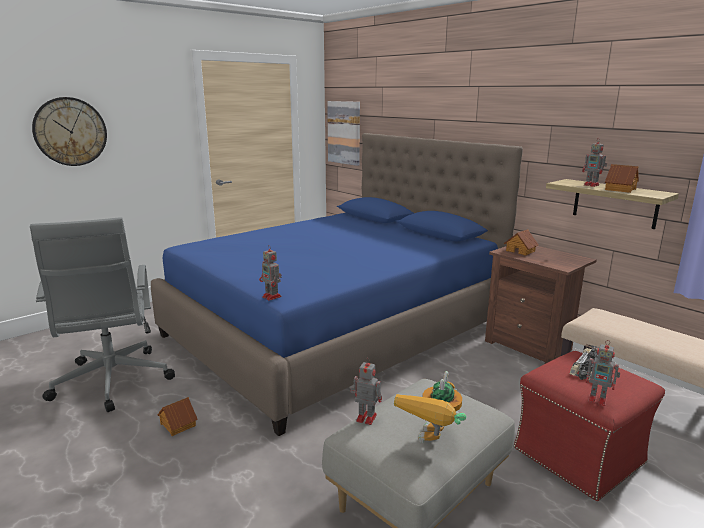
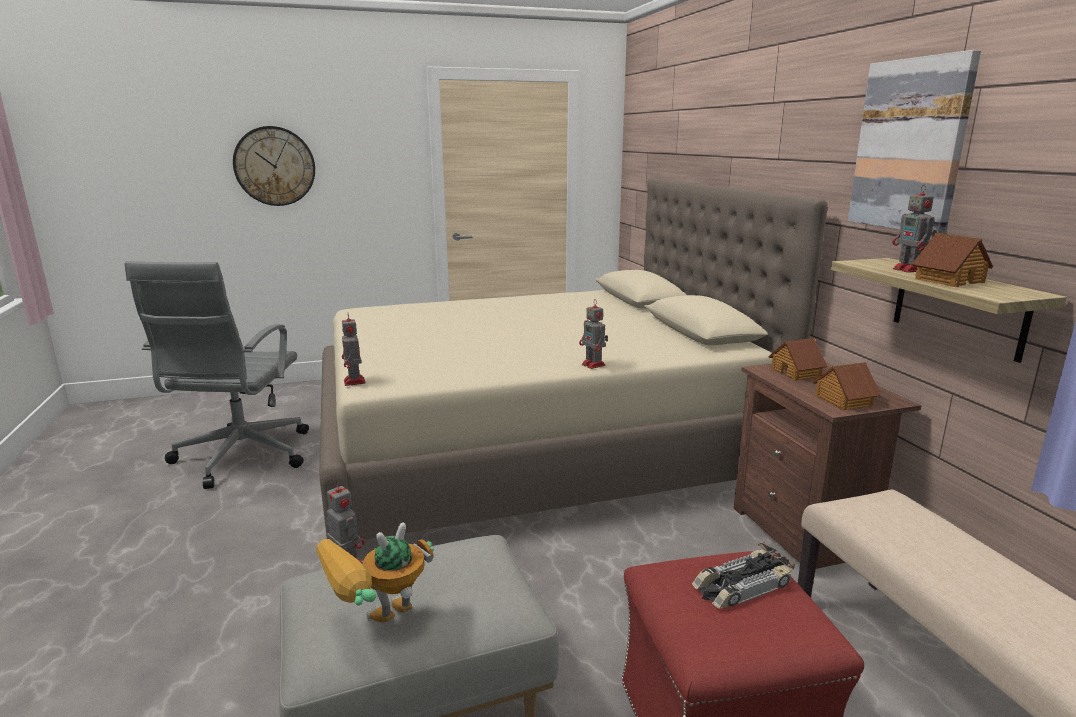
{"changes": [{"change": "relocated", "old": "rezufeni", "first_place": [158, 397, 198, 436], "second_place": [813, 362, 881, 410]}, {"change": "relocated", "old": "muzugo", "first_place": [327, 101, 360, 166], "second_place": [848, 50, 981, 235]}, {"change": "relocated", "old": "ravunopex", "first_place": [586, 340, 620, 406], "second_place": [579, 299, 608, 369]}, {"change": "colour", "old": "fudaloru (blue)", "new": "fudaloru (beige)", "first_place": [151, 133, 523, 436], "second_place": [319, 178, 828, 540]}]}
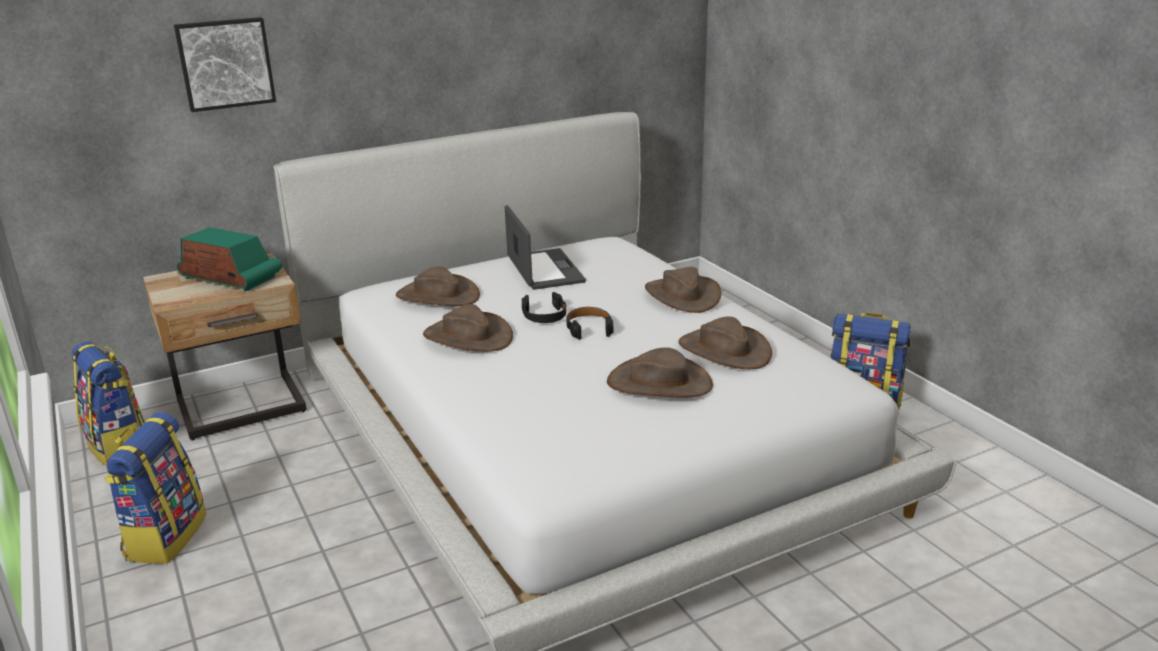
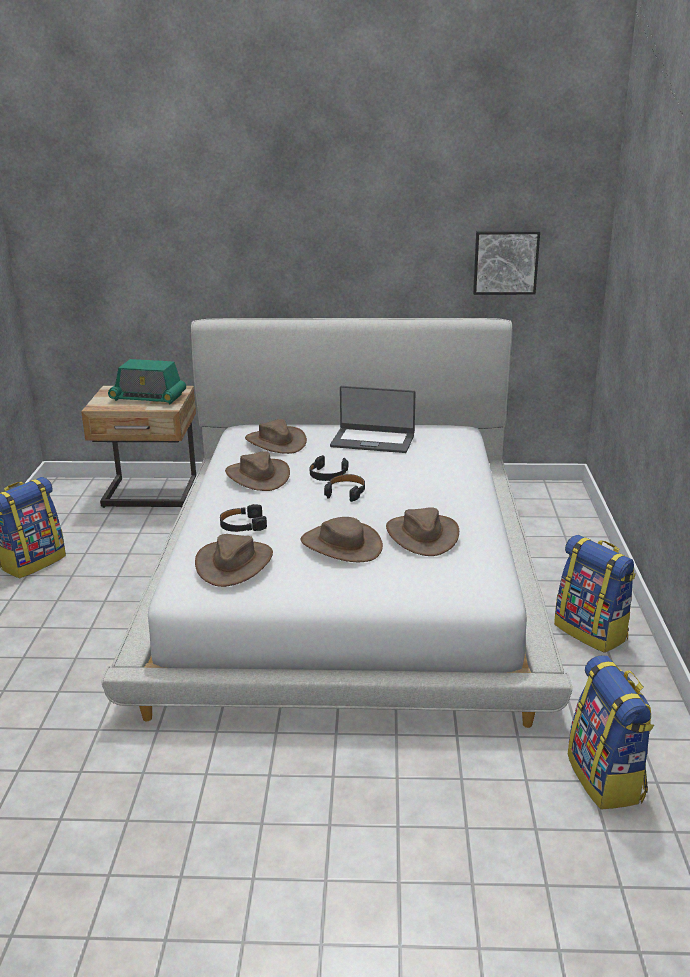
{"changes": [{"change": "appeared", "new": "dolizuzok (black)", "second_place": [220, 504, 267, 532]}, {"change": "relocated", "old": "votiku", "first_place": [71, 341, 145, 466], "second_place": [568, 655, 654, 809]}, {"change": "relocated", "old": "muzugo", "first_place": [174, 17, 276, 112], "second_place": [473, 231, 540, 295]}, {"change": "relocated", "old": "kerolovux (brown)", "first_place": [645, 267, 721, 313], "second_place": [195, 534, 273, 587]}, {"change": "spun", "old": "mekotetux", "first_place": [177, 227, 282, 292], "second_place": [108, 359, 186, 404], "degrees": 135}, {"change": "spun", "old": "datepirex", "first_place": [505, 205, 586, 290], "second_place": [330, 386, 415, 453], "degrees": 90}]}
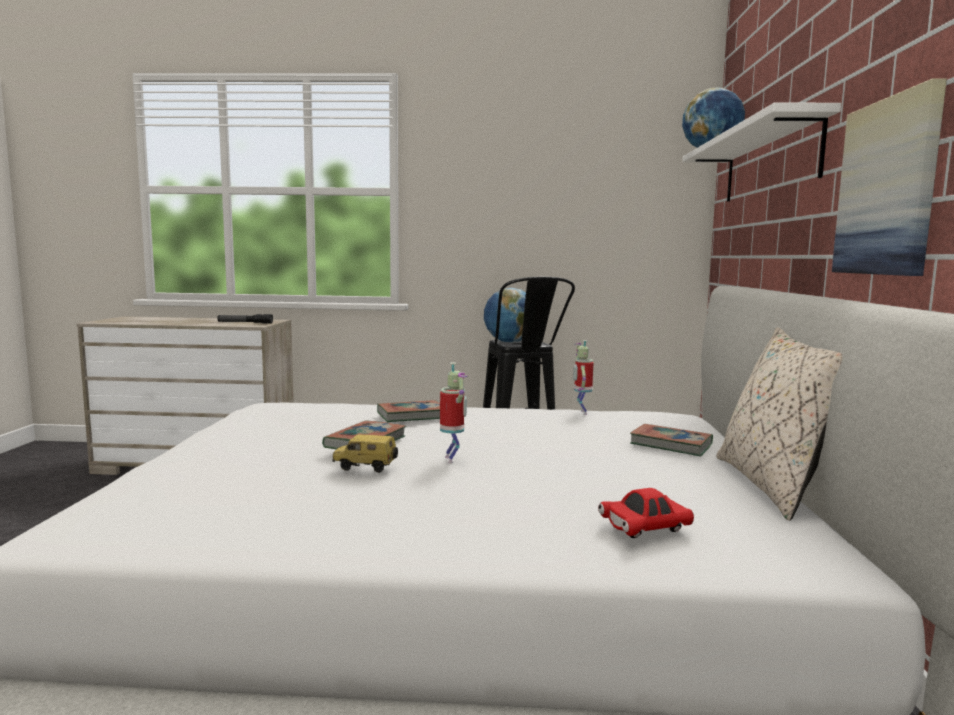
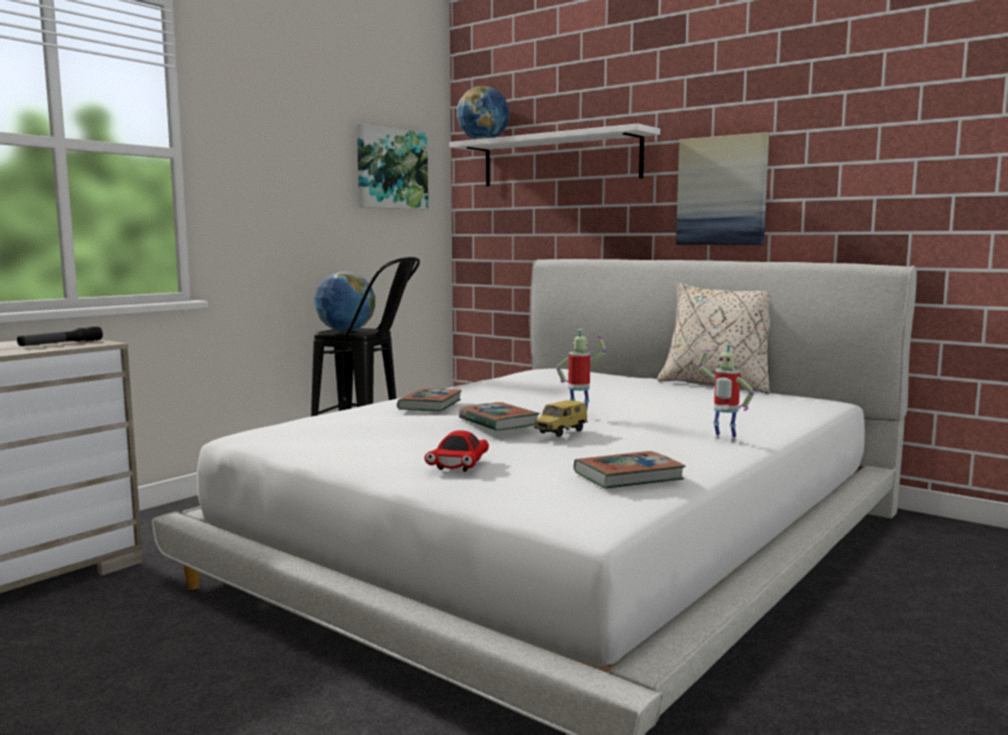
{"changes": [{"change": "appeared", "new": "muzugo", "second_place": [357, 124, 428, 210]}, {"change": "relocated", "old": "ravunopex", "first_place": [573, 340, 594, 415], "second_place": [698, 344, 754, 441]}, {"change": "relocated", "old": "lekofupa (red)", "first_place": [598, 488, 694, 538], "second_place": [424, 430, 489, 472]}, {"change": "relocated", "old": "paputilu", "first_place": [630, 424, 713, 456], "second_place": [574, 451, 686, 489]}]}
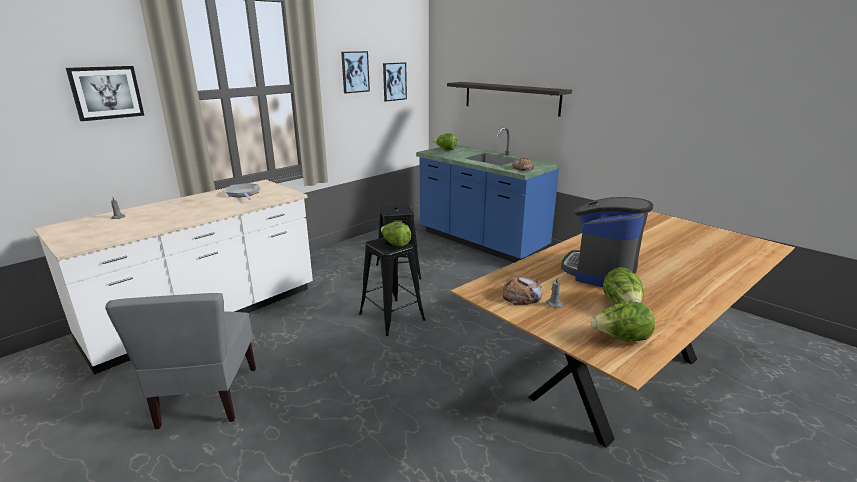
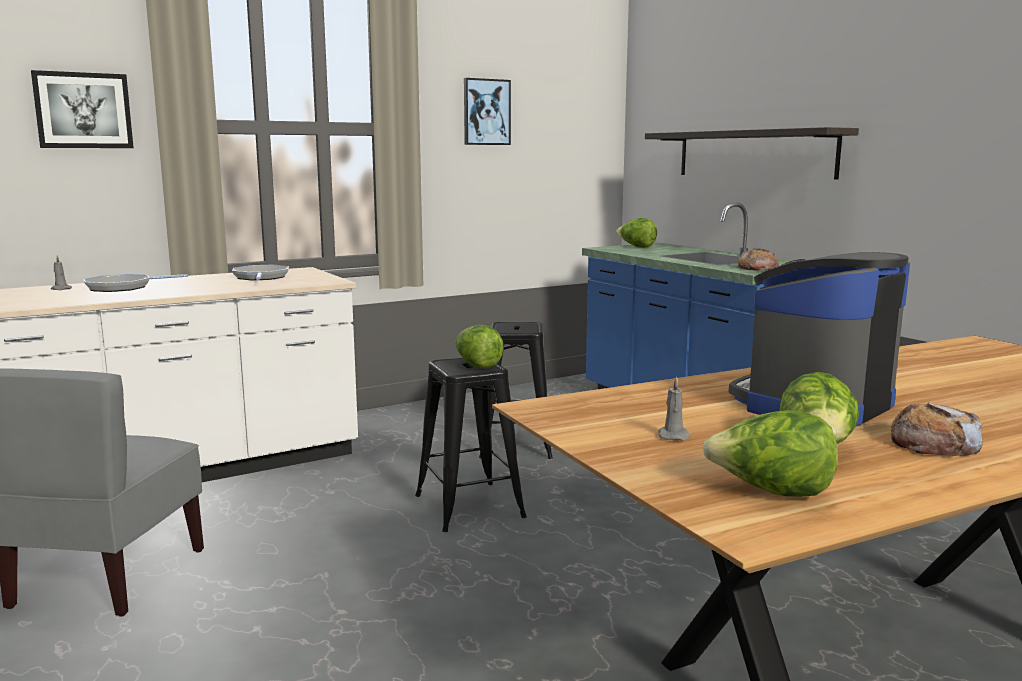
{"changes": [{"change": "missing", "old": "muzugo", "first_place": [383, 62, 407, 101]}, {"change": "appeared", "new": "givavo", "second_place": [83, 274, 188, 292]}, {"change": "relocated", "old": "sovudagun", "first_place": [503, 276, 542, 305], "second_place": [891, 402, 983, 456]}]}
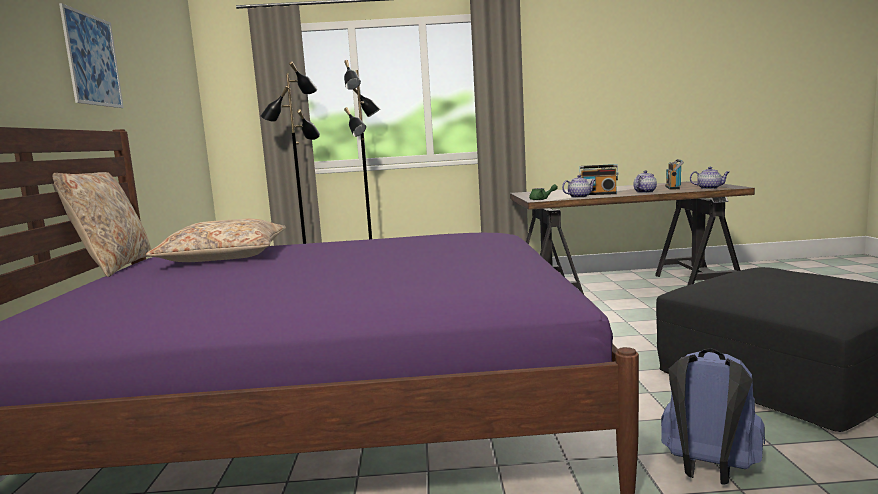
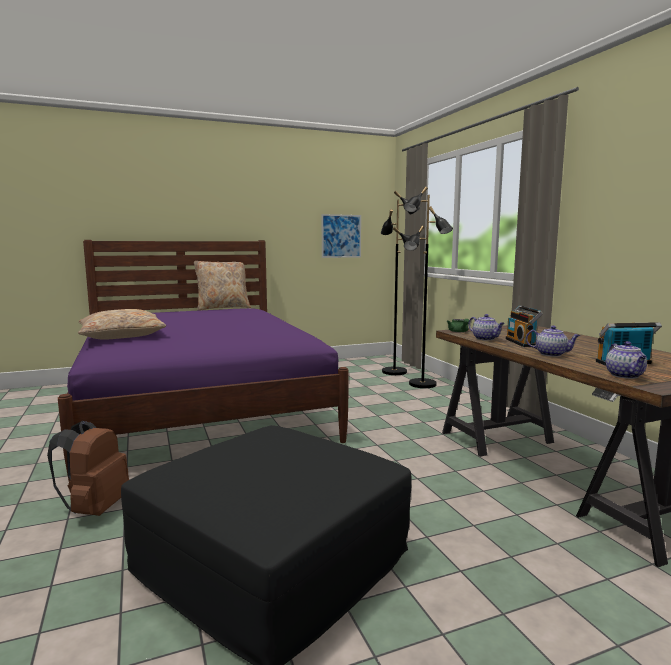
{"changes": [{"change": "relocated", "old": "muzugo", "first_place": [59, 3, 124, 108], "second_place": [322, 214, 361, 258]}, {"change": "relocated", "old": "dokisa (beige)", "first_place": [146, 219, 286, 262], "second_place": [78, 309, 166, 339]}, {"change": "colour", "old": "votiku (blue)", "new": "votiku (brown)", "first_place": [661, 348, 765, 485], "second_place": [47, 421, 129, 516]}]}
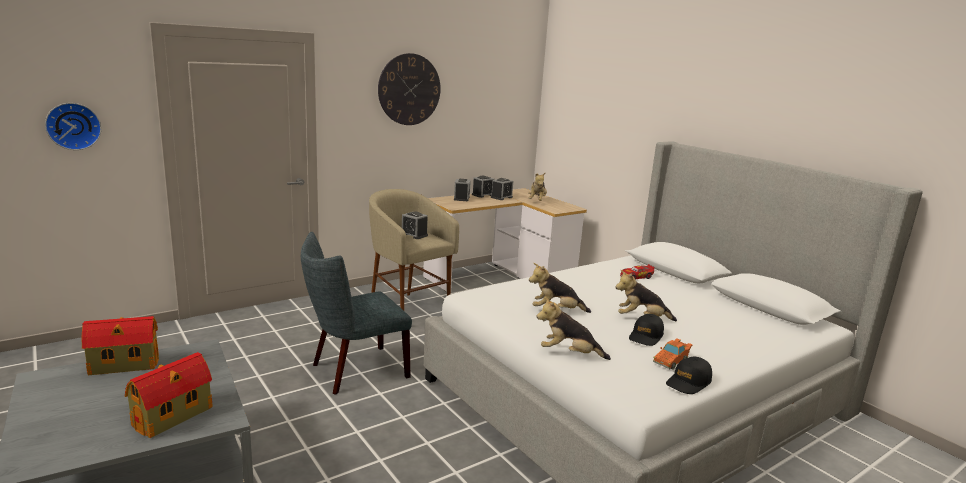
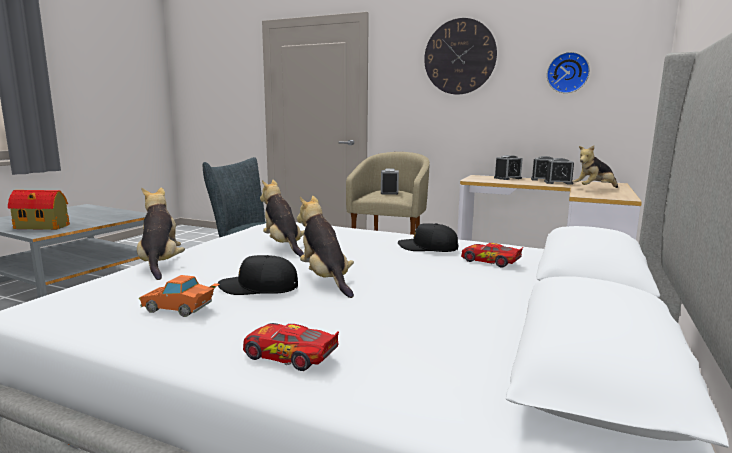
{"changes": [{"change": "missing", "old": "rezufeni", "first_place": [82, 316, 159, 375]}, {"change": "appeared", "new": "lekofupa", "second_place": [243, 323, 339, 371]}, {"change": "relocated", "old": "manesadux", "first_place": [45, 103, 102, 150], "second_place": [547, 52, 590, 93]}, {"change": "relocated", "old": "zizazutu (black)", "first_place": [666, 357, 712, 394], "second_place": [398, 223, 458, 252]}]}
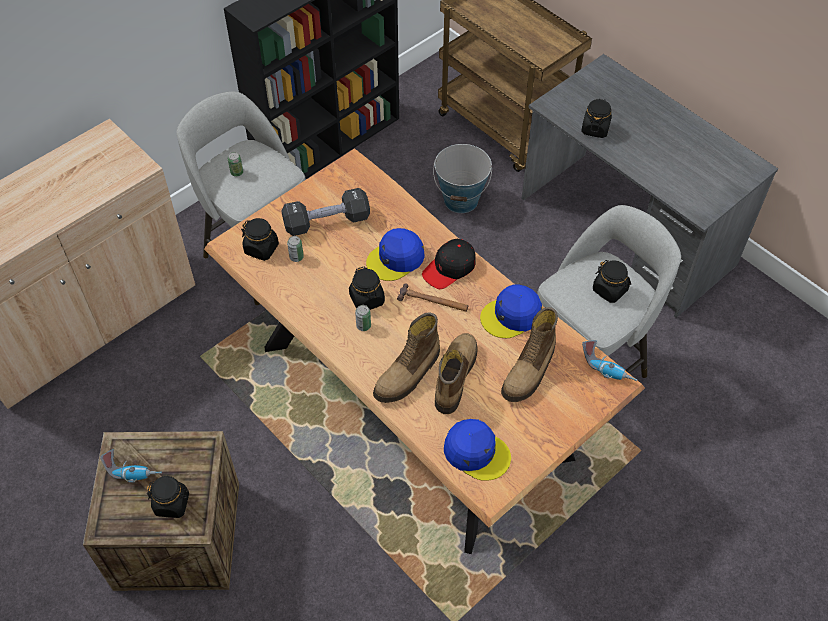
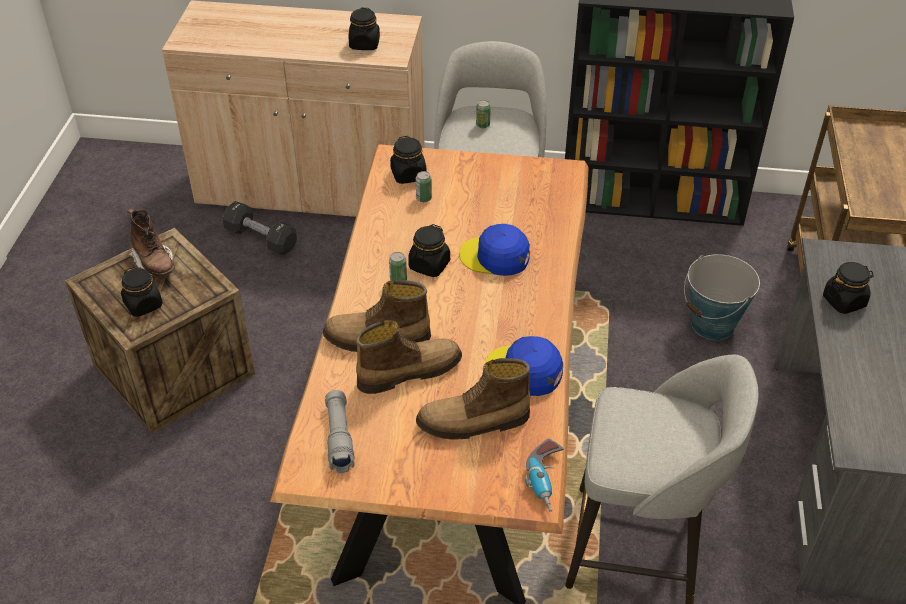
{"changes": [{"change": "missing", "old": "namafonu", "first_place": [397, 283, 468, 312]}, {"change": "missing", "old": "zizazutu (black)", "first_place": [422, 239, 476, 289]}, {"change": "relocated", "old": "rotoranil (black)", "first_place": [281, 188, 370, 236], "second_place": [222, 201, 297, 255]}, {"change": "relocated", "old": "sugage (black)", "first_place": [593, 260, 631, 303], "second_place": [349, 8, 380, 50]}, {"change": "exchanged", "old": "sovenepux", "new": "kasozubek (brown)", "first_place": [100, 449, 162, 483], "second_place": [127, 208, 175, 277]}, {"change": "exchanged", "old": "zizazutu (blue)", "new": "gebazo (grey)", "first_place": [444, 419, 511, 481], "second_place": [325, 390, 355, 473]}]}
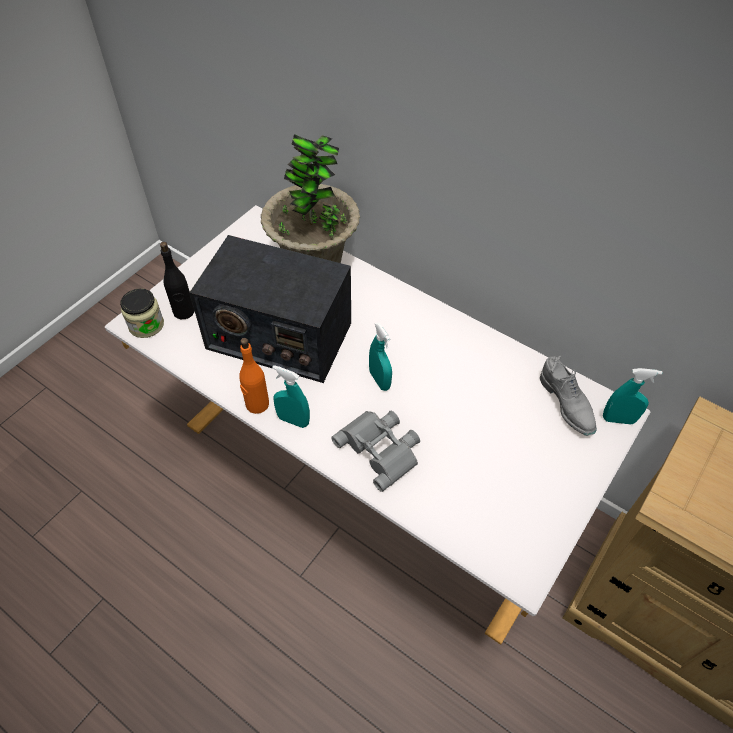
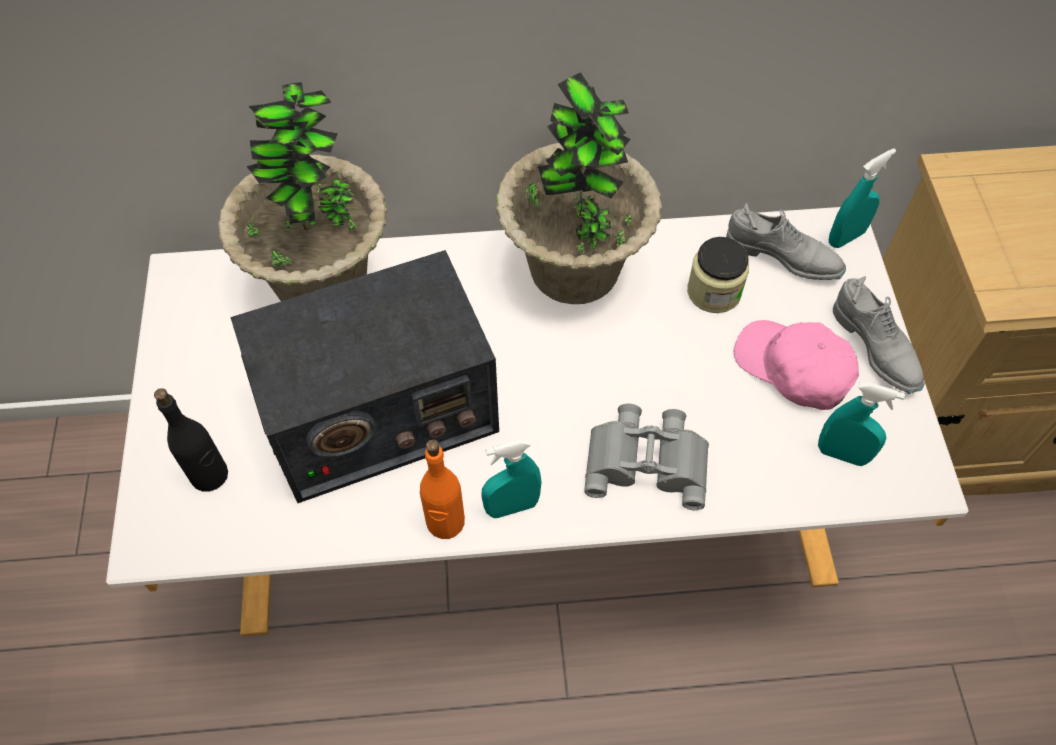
{"changes": [{"change": "appeared", "new": "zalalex", "second_place": [496, 72, 662, 304]}, {"change": "appeared", "new": "zizazutu (pink)", "second_place": [734, 320, 859, 410]}, {"change": "appeared", "new": "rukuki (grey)", "second_place": [833, 276, 925, 394]}, {"change": "relocated", "old": "sugage", "first_place": [120, 288, 164, 338], "second_place": [687, 237, 749, 313]}, {"change": "relocated", "old": "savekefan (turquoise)", "first_place": [369, 322, 392, 391], "second_place": [818, 382, 905, 466]}]}
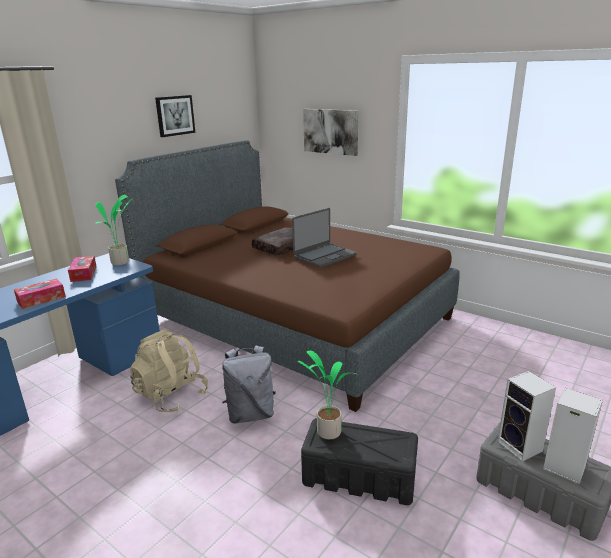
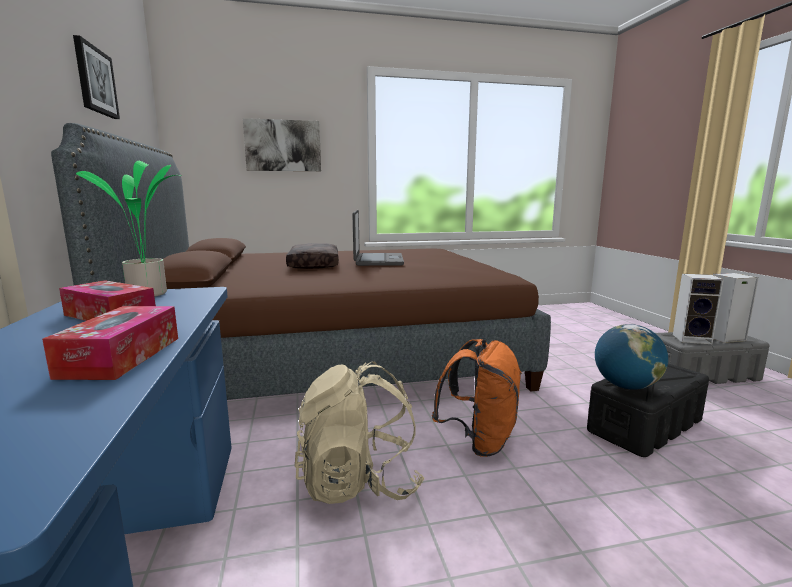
{"changes": [{"change": "exchanged", "old": "zalalex", "new": "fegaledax", "first_place": [298, 351, 357, 439], "second_place": [595, 324, 668, 390]}, {"change": "colour", "old": "votiku (grey)", "new": "votiku (orange)", "first_place": [222, 345, 276, 424], "second_place": [432, 339, 522, 457]}]}
